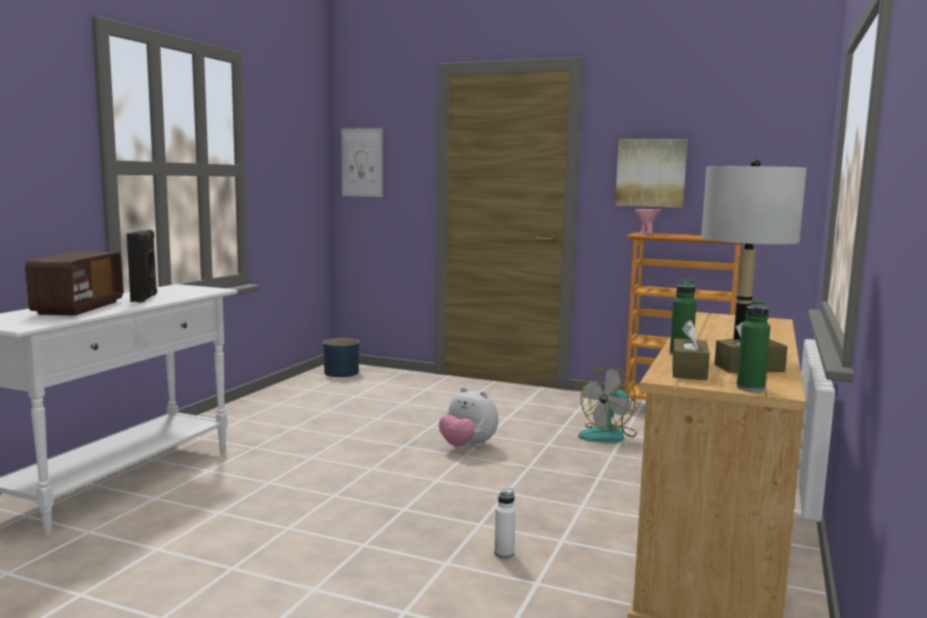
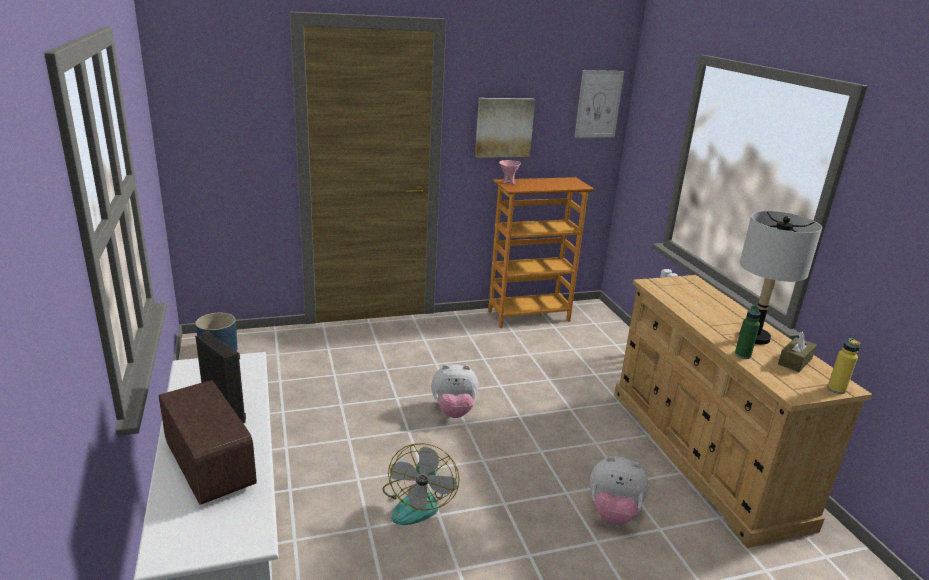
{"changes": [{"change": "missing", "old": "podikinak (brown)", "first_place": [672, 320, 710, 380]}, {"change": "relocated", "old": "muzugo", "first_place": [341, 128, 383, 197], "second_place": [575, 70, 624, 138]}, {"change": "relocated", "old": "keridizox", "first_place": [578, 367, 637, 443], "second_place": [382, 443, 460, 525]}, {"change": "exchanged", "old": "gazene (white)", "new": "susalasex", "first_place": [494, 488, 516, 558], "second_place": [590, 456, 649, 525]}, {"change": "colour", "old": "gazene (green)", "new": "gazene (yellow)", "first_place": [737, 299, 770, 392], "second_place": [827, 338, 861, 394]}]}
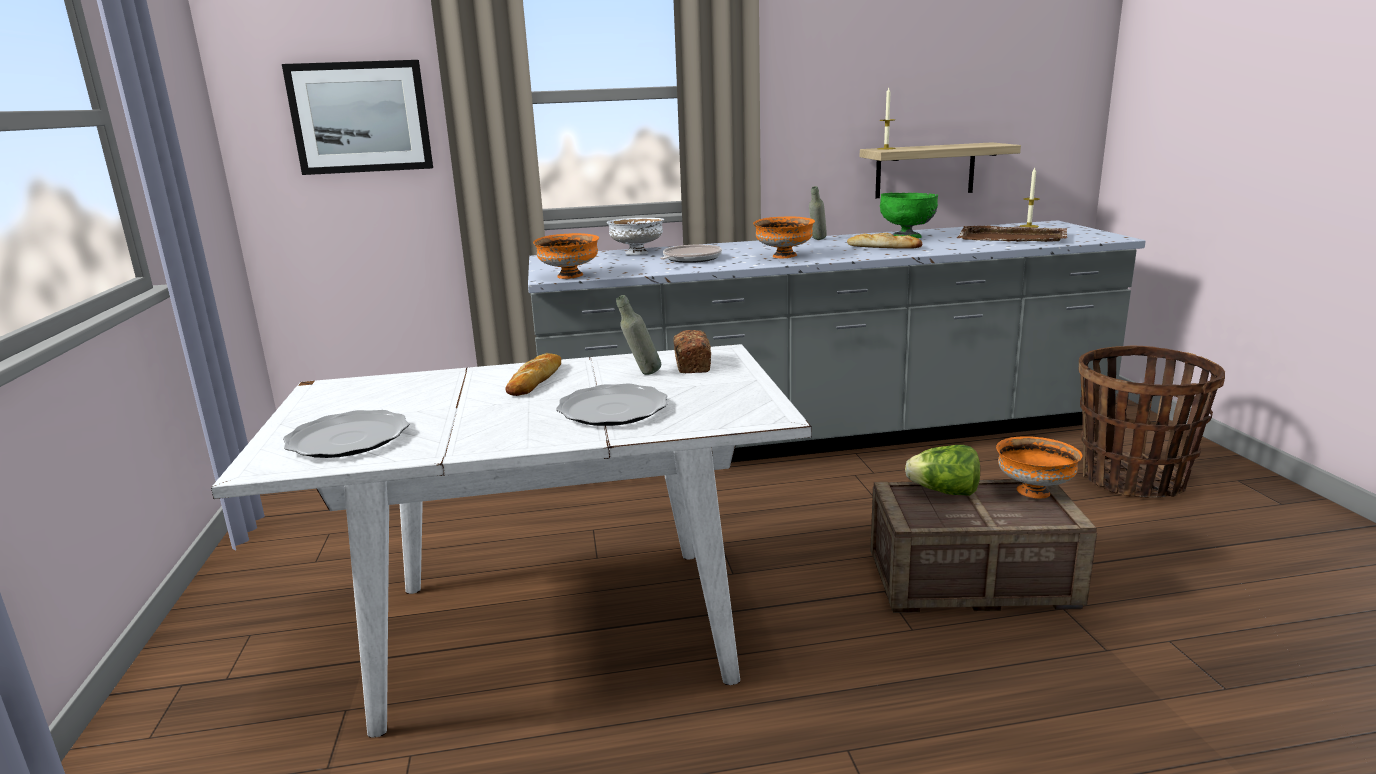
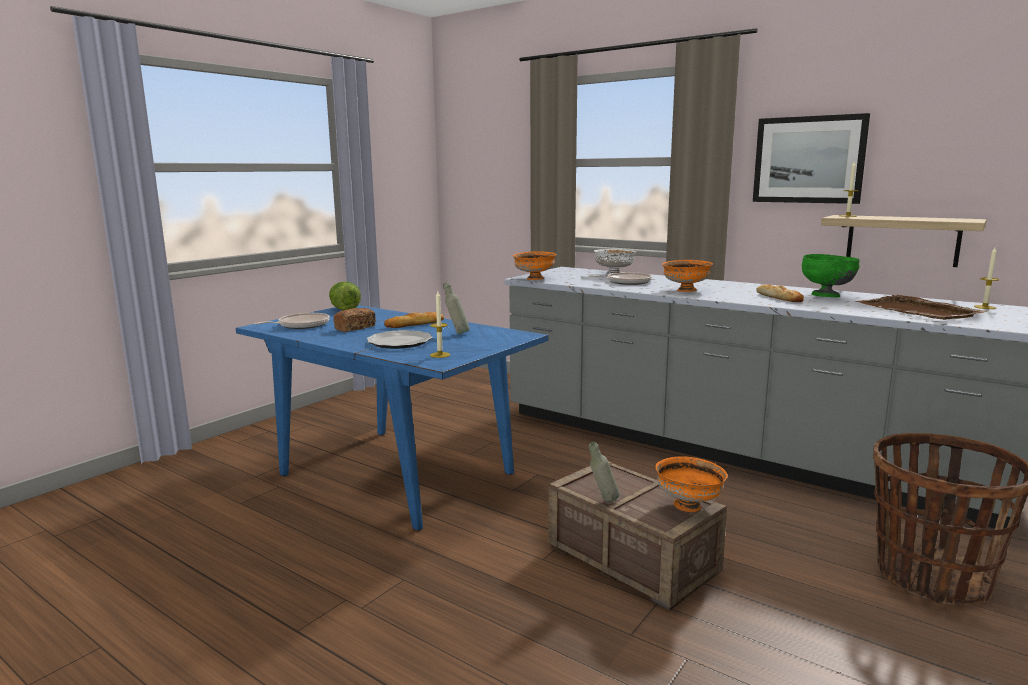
{"changes": [{"change": "appeared", "new": "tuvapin", "second_place": [430, 291, 450, 358]}, {"change": "relocated", "old": "muzugo", "first_place": [282, 60, 433, 175], "second_place": [753, 113, 870, 204]}, {"change": "relocated", "old": "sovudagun", "first_place": [674, 330, 711, 373], "second_place": [333, 308, 376, 332]}, {"change": "relocated", "old": "gazene (grey)", "first_place": [809, 186, 827, 240], "second_place": [589, 442, 619, 502]}, {"change": "relocated", "old": "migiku", "first_place": [905, 445, 980, 496], "second_place": [329, 282, 361, 311]}, {"change": "exchanged", "old": "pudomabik", "new": "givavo", "first_place": [283, 410, 409, 458], "second_place": [255, 313, 330, 329]}, {"change": "colour", "old": "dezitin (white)", "new": "dezitin (blue)", "first_place": [211, 344, 812, 738], "second_place": [236, 305, 548, 531]}]}
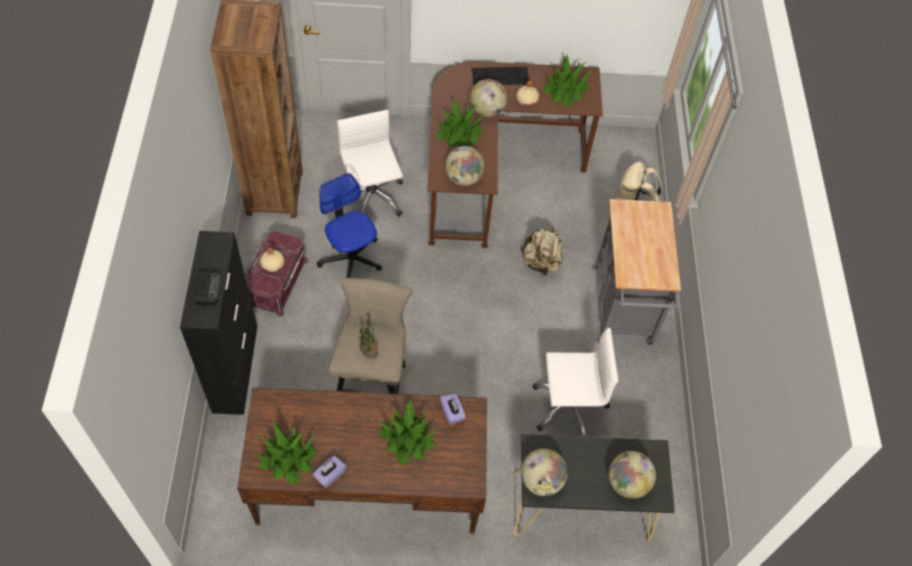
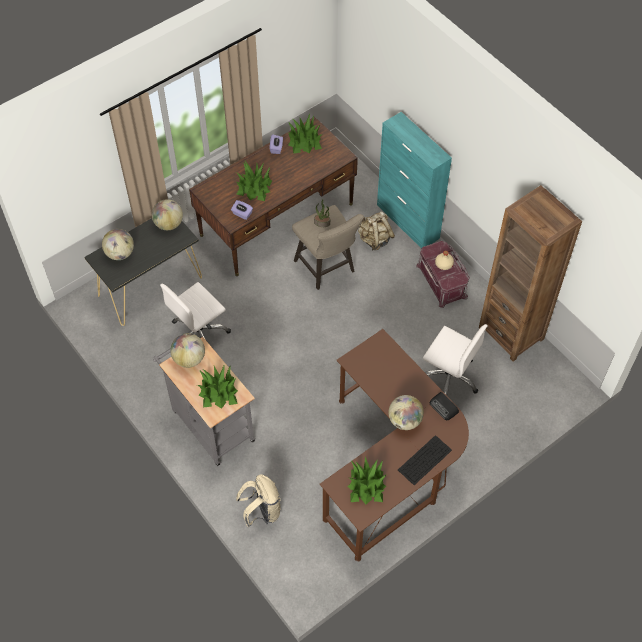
{"changes": [{"change": "missing", "old": "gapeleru", "first_place": [317, 173, 382, 278]}, {"change": "missing", "old": "gazene (beige)", "first_place": [516, 81, 539, 106]}, {"change": "relocated", "old": "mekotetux", "first_place": [194, 270, 222, 305], "second_place": [430, 392, 459, 420]}, {"change": "relocated", "old": "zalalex", "first_place": [436, 98, 484, 147], "second_place": [197, 365, 238, 409]}, {"change": "relocated", "old": "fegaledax", "first_place": [445, 146, 485, 186], "second_place": [170, 333, 205, 368]}, {"change": "relocated", "old": "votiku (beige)", "first_place": [521, 226, 563, 275], "second_place": [358, 211, 395, 250]}, {"change": "colour", "old": "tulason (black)", "new": "tulason (turquoise)", "first_place": [180, 231, 257, 415], "second_place": [377, 112, 452, 249]}]}
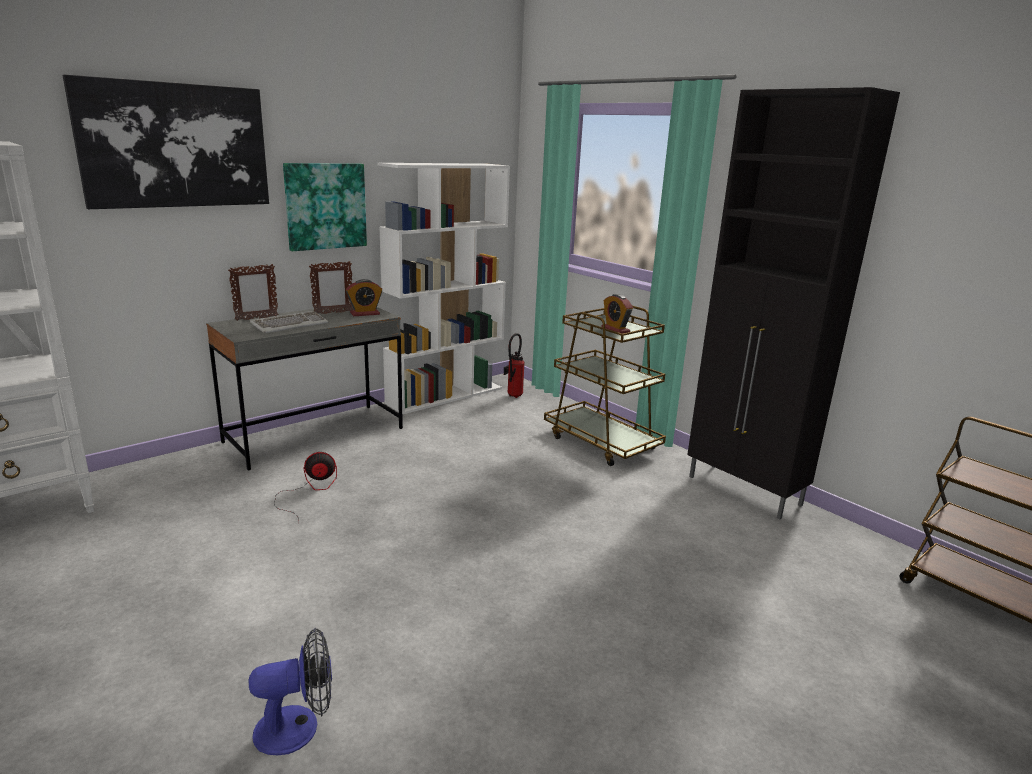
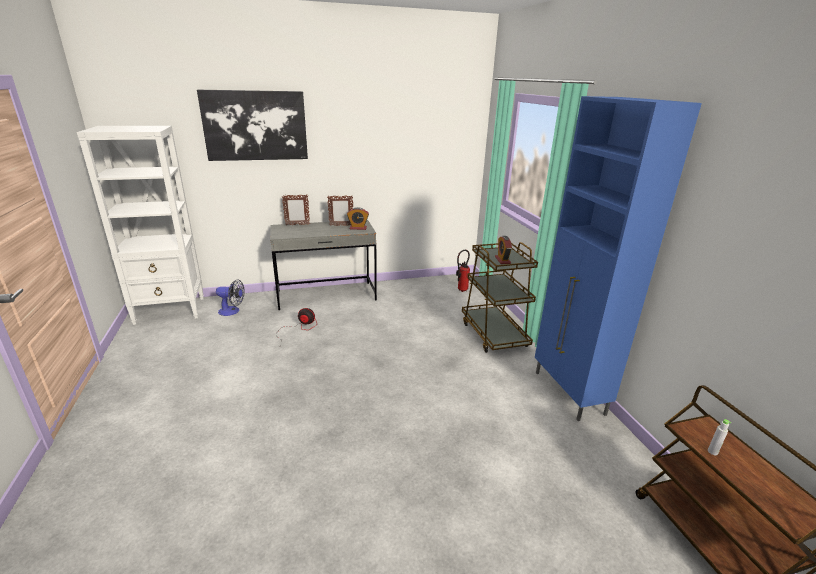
{"changes": [{"change": "missing", "old": "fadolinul", "first_place": [250, 311, 328, 333]}, {"change": "missing", "old": "muzugo", "first_place": [283, 163, 367, 251]}, {"change": "missing", "old": "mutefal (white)", "first_place": [377, 163, 510, 414]}, {"change": "appeared", "new": "gazene (grey)", "second_place": [708, 419, 731, 455]}, {"change": "relocated", "old": "keridizox", "first_place": [249, 628, 332, 755], "second_place": [216, 279, 245, 316]}, {"change": "colour", "old": "tulason (black)", "new": "tulason (blue)", "first_place": [687, 87, 900, 519], "second_place": [535, 96, 702, 421]}]}
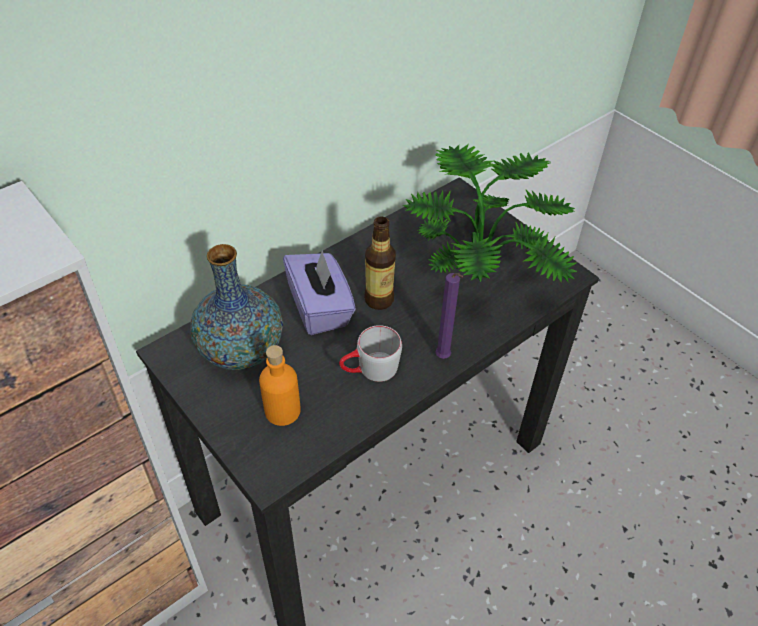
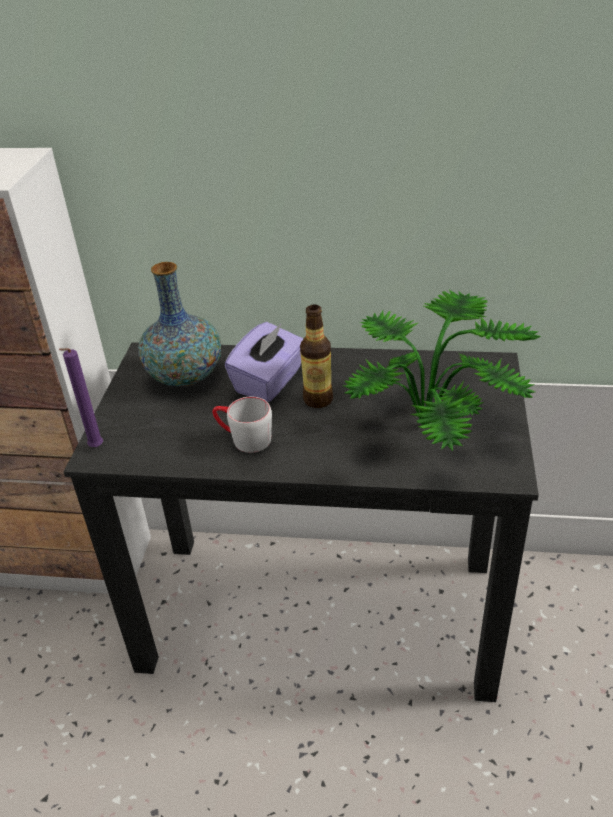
{"changes": [{"change": "missing", "old": "gazene (orange)", "first_place": [259, 345, 301, 426]}, {"change": "relocated", "old": "tuvapin (purple)", "first_place": [436, 273, 463, 359], "second_place": [59, 348, 103, 447]}]}
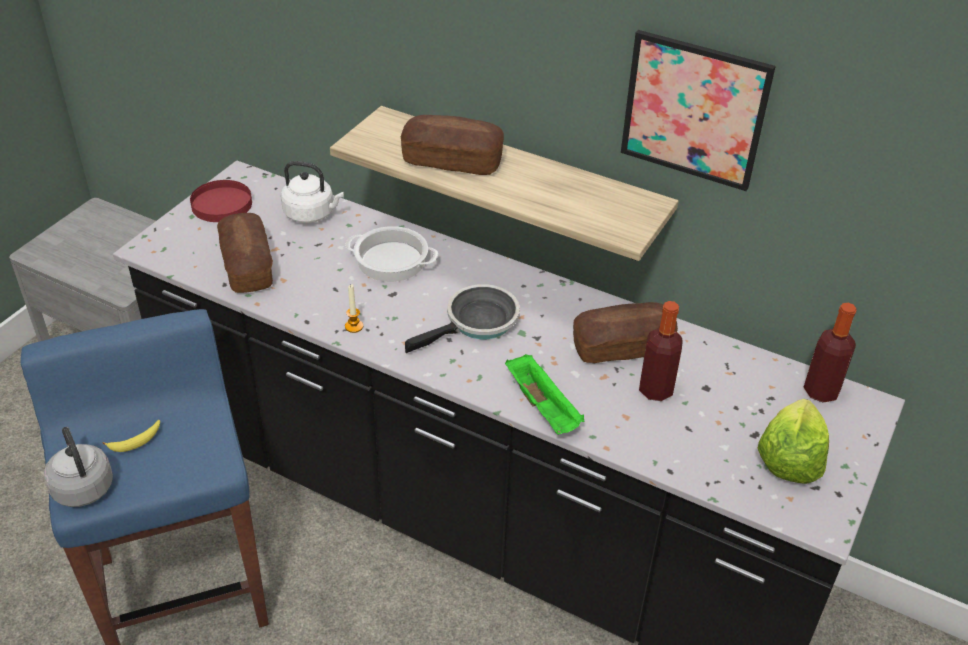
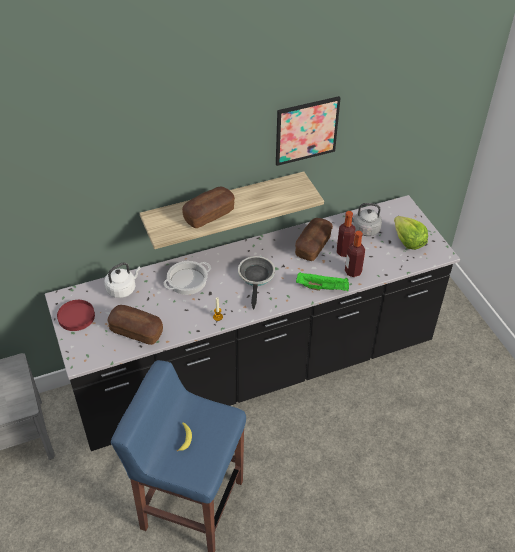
{"changes": [{"change": "relocated", "old": "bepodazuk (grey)", "first_place": [44, 427, 113, 507], "second_place": [352, 203, 382, 236]}, {"change": "relocated", "old": "gazene", "first_place": [804, 303, 857, 403], "second_place": [345, 231, 365, 277]}]}
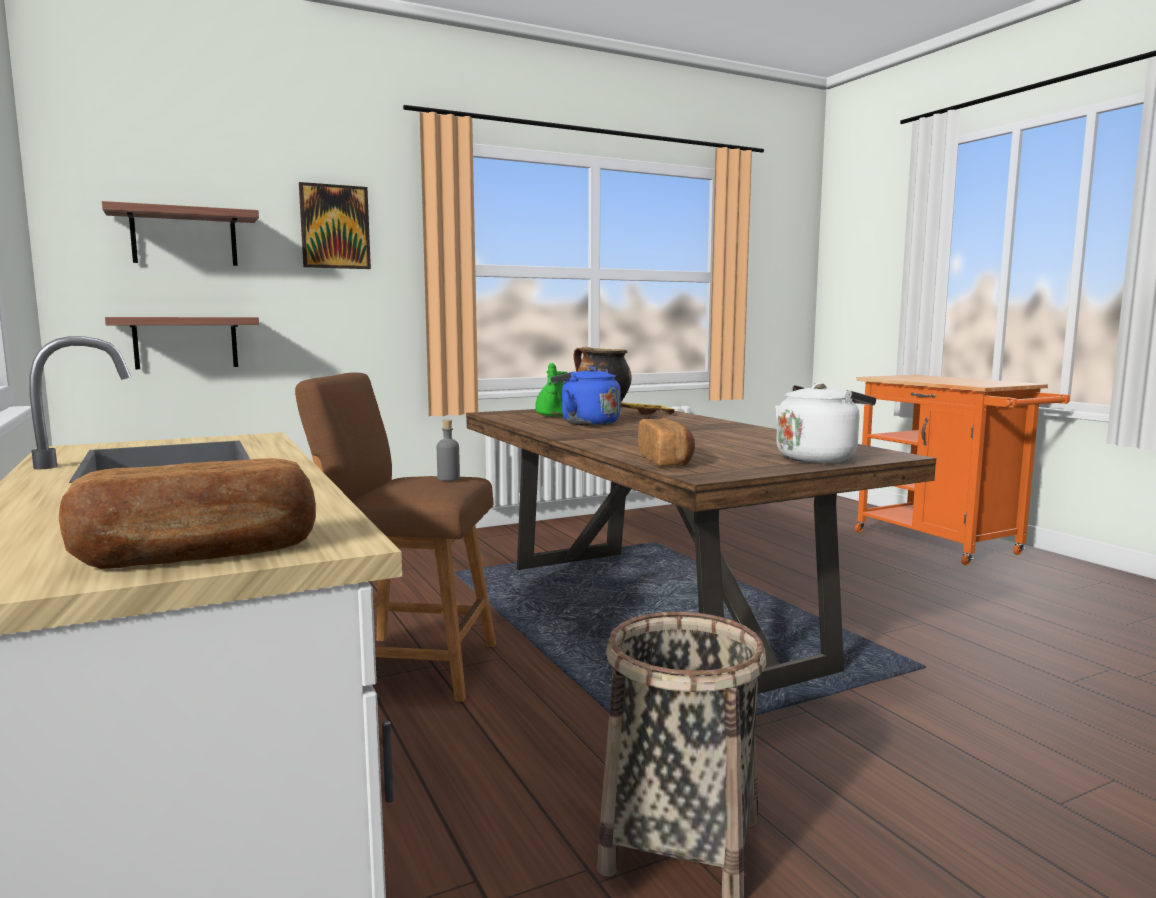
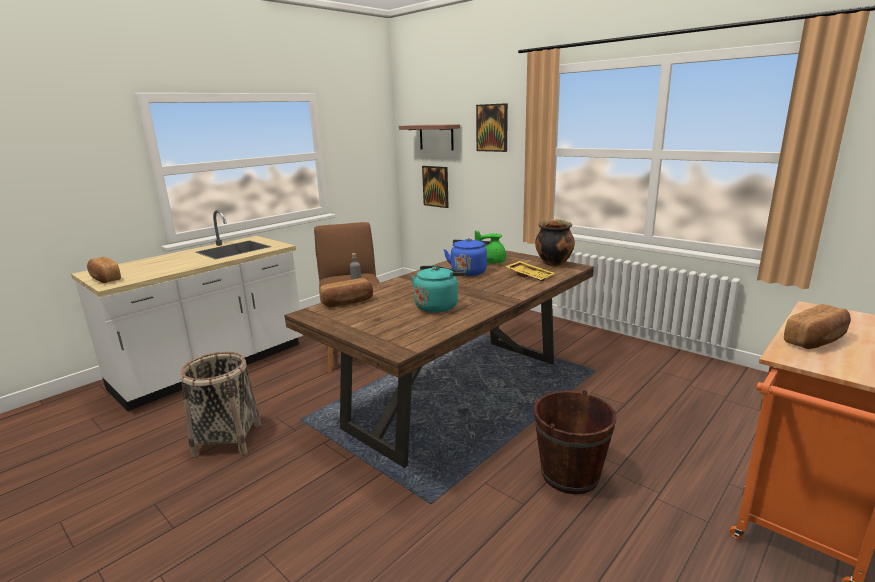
{"changes": [{"change": "missing", "old": "bepodazuk (white)", "first_place": [775, 383, 876, 463]}, {"change": "appeared", "new": "bepodazuk (turquoise)", "second_place": [411, 266, 466, 313]}, {"change": "appeared", "new": "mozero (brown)", "second_place": [534, 390, 617, 494]}, {"change": "appeared", "new": "sovudagun", "second_place": [784, 304, 851, 349]}, {"change": "exchanged", "old": "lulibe", "new": "muzugo", "first_place": [105, 317, 259, 369], "second_place": [422, 166, 449, 208]}]}
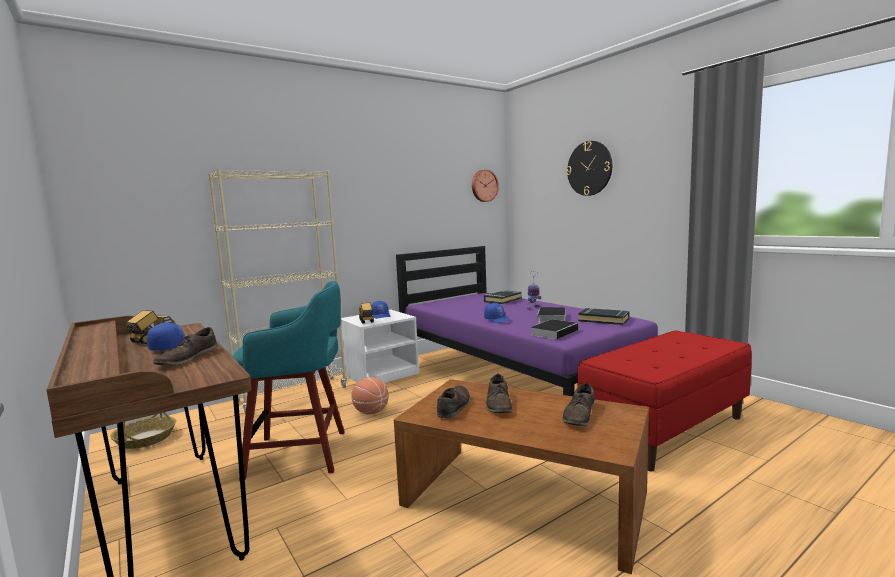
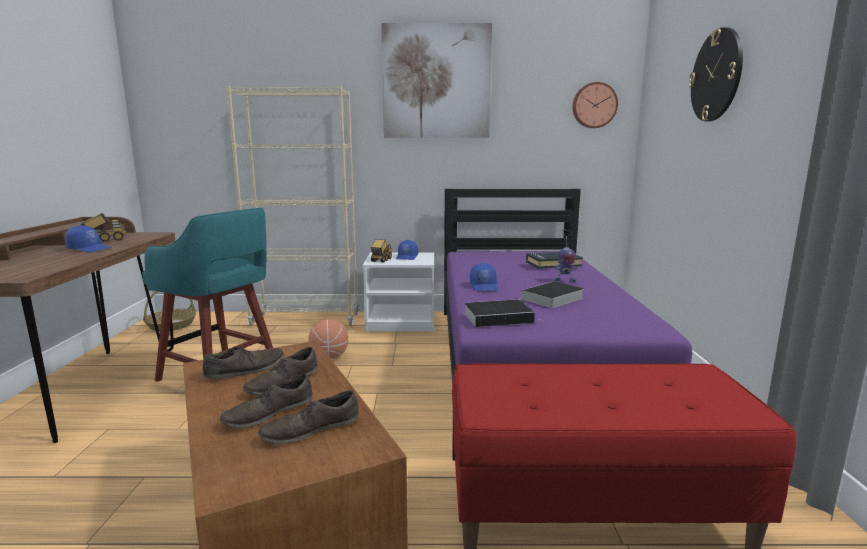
{"changes": [{"change": "missing", "old": "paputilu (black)", "first_place": [578, 308, 629, 325]}, {"change": "appeared", "new": "muzugo", "second_place": [381, 23, 492, 138]}, {"change": "relocated", "old": "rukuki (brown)", "first_place": [153, 327, 217, 366], "second_place": [219, 374, 313, 429]}]}
